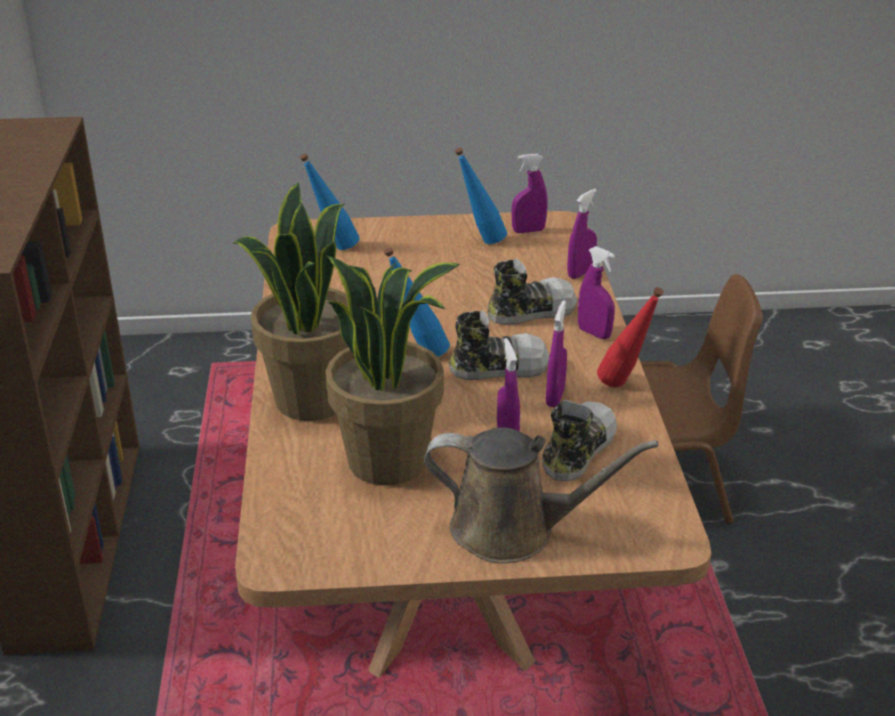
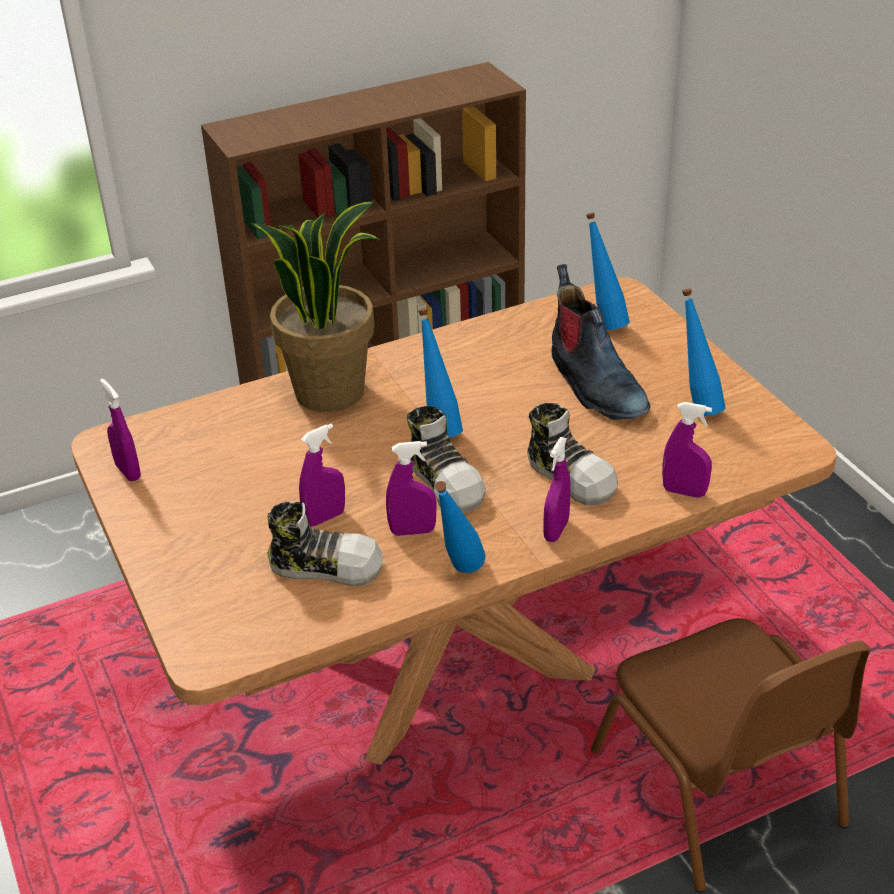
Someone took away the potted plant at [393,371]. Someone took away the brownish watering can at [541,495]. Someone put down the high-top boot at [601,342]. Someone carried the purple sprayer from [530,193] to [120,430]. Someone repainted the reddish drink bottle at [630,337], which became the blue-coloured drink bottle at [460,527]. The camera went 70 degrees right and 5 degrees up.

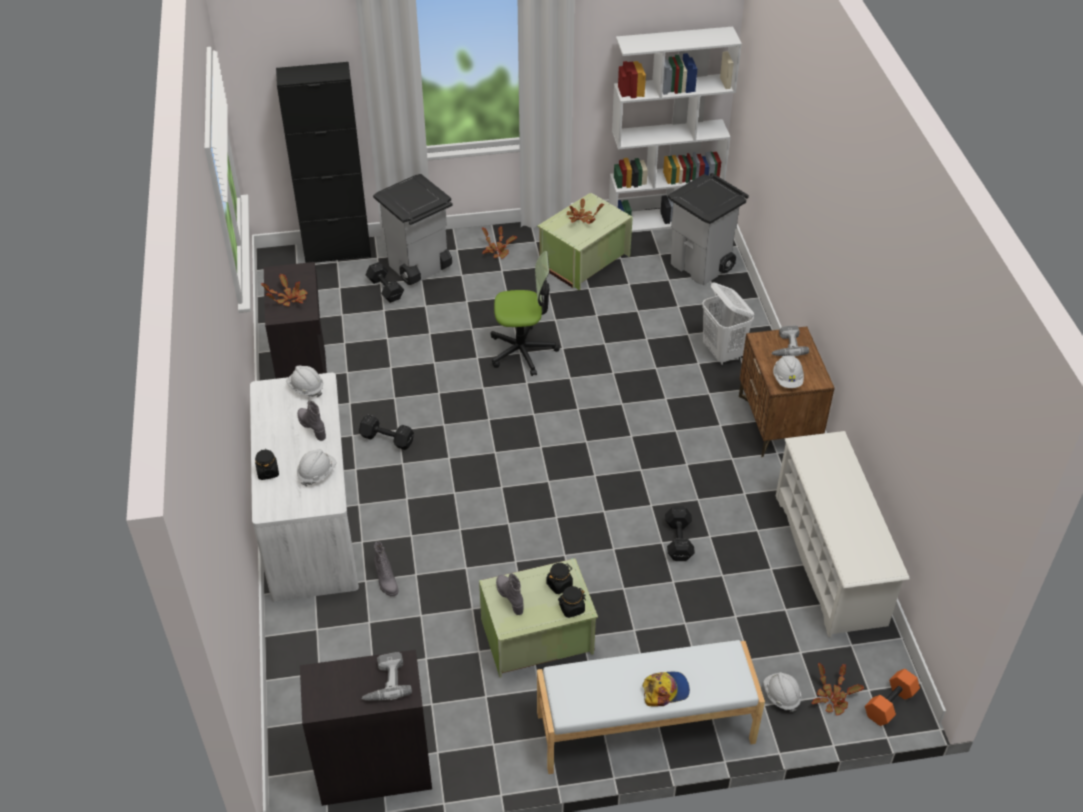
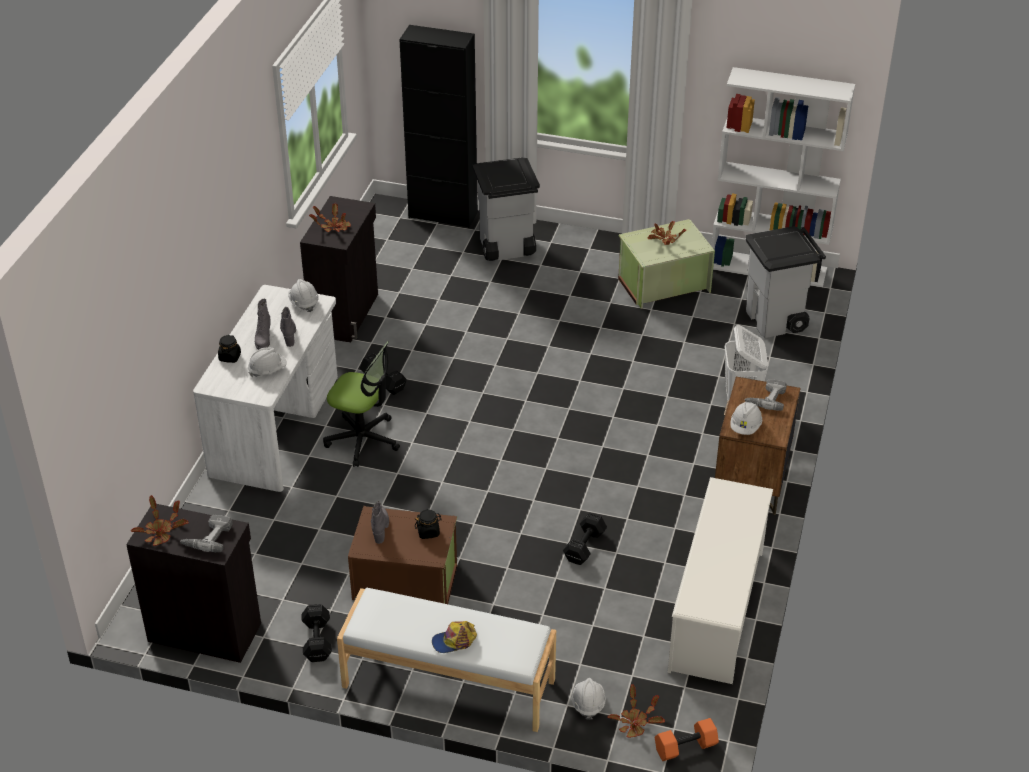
Someone took away the black preserve jar at [572,602]. Someone carried the black free weight from [384,282] to [316,633]. Someone carried the gray high-top boot from [386,569] to [263,324]. Someone carried the potted plant from [500,242] to [160,520]. Someone carried the desk chair from [525,313] to [361,404]. Someone repainted the green-coloured storage container at [538,618], which became the brownish storage container at [402,555]. Someone rotated the cap at [666,689] by 150 degrees clockwise. The camera went 25 degrees right and 5 degrees down.

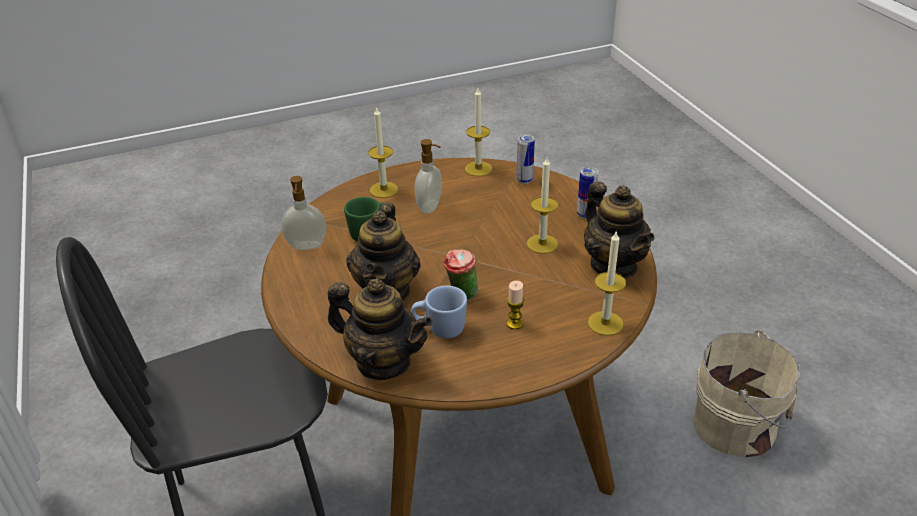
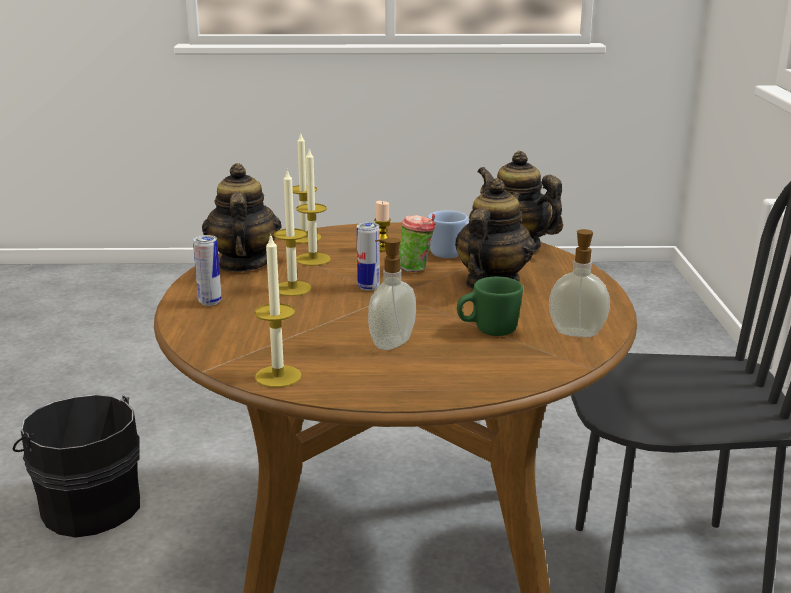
Someone carried the wax light from [383,152] to [313,206]. Someone carried the sealed can from [525,159] to [368,256]. Someone repainted the beige pail at [747,393], which became the black pail at [76,466]. The camera went 160 degrees left and 15 degrees down.

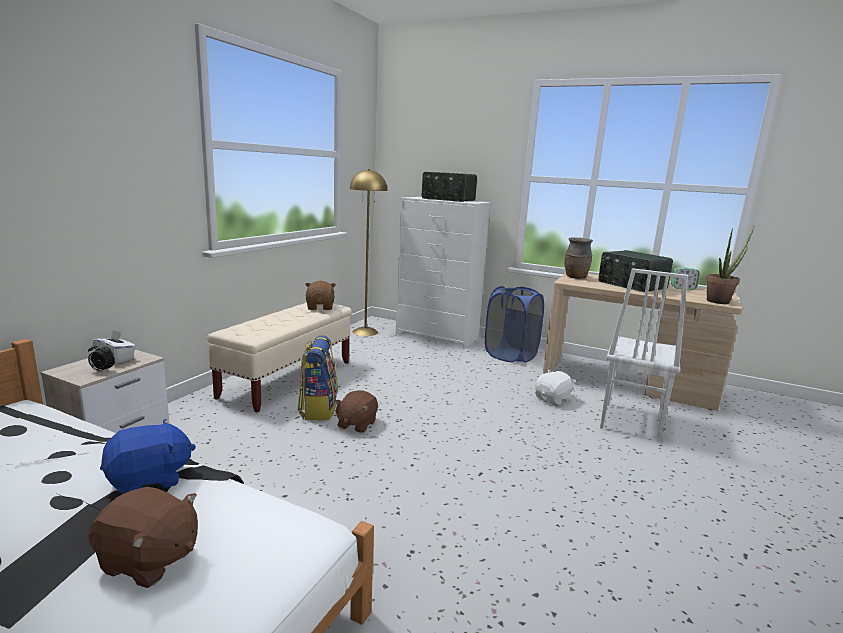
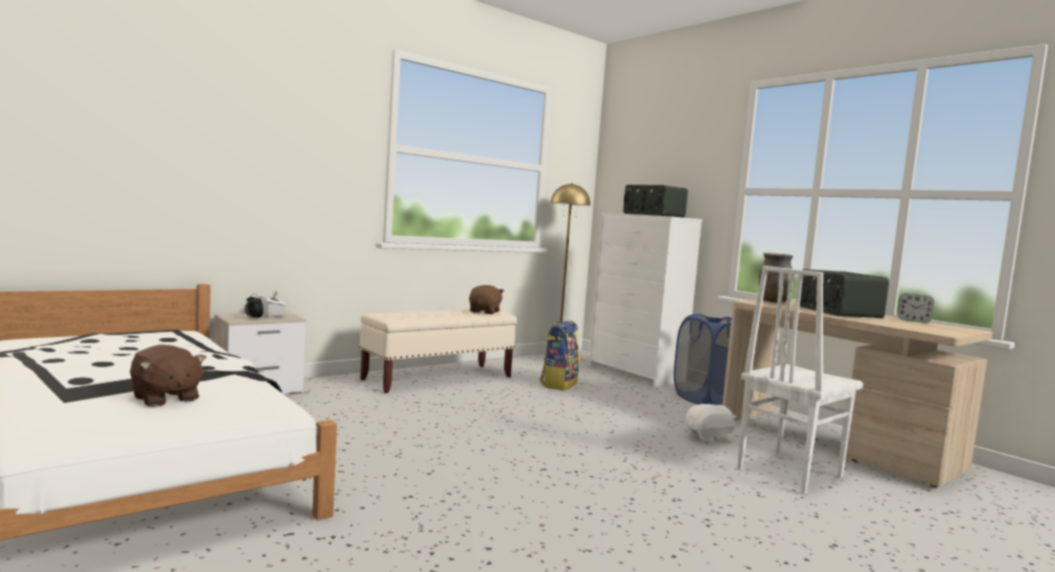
Someone took away the blue-coloured cuddly toy at [148,456]. Someone took away the brownish cuddly toy at [356,411]. Someone took away the potted plant at [730,264]. Someone carried the rucksack from [318,377] to [559,356]. The camera went 25 degrees right and 10 degrees down.

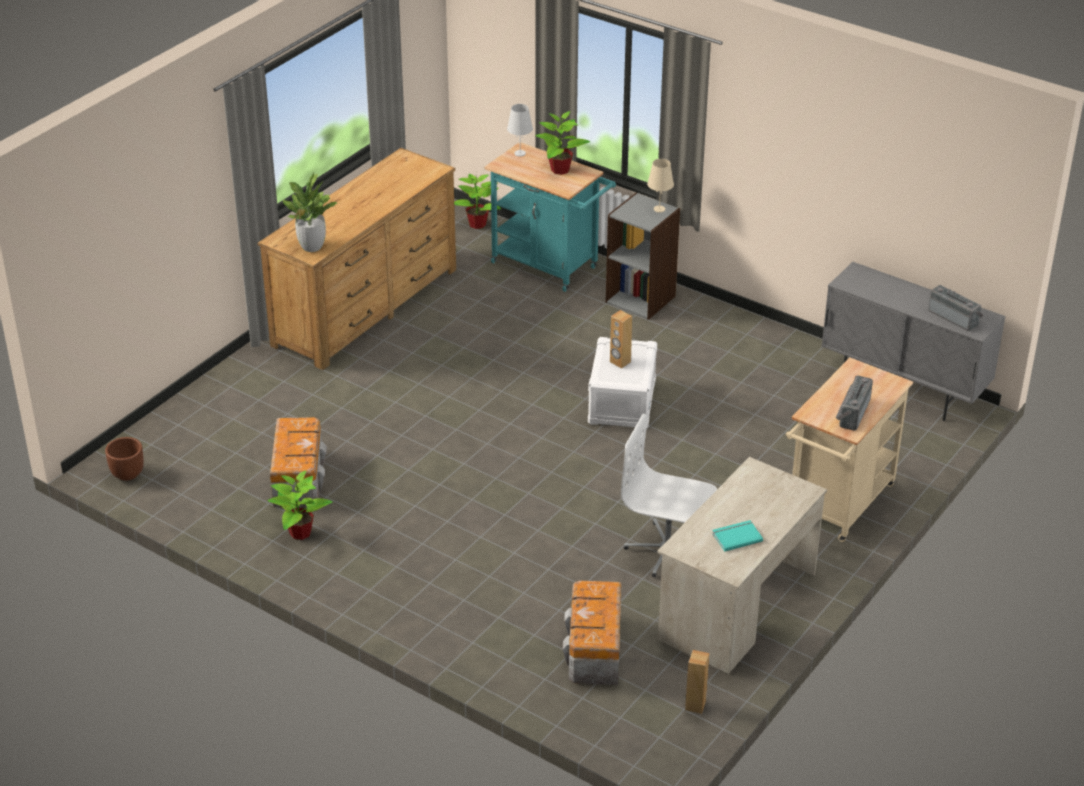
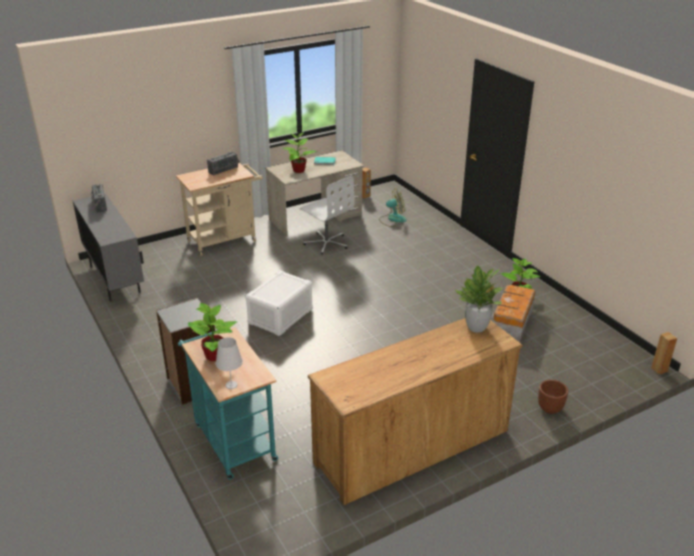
Someone took away the beige table lamp at [660,186]. Someone carried the brownish flower pot from [124,459] to [553,397]. Someone carried the potted plant from [477,201] to [300,152]. Someone carried the brownish speaker from [621,339] to [664,353]. Someone swapped the storage container at [591,633] for the cooling fan at [393,208]. The camera went 155 degrees left and 5 degrees down.

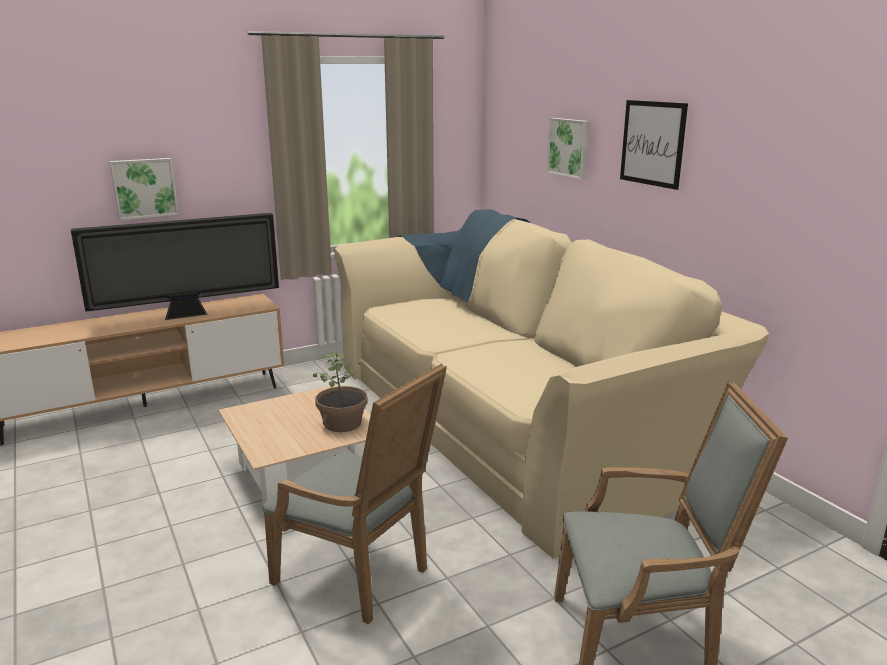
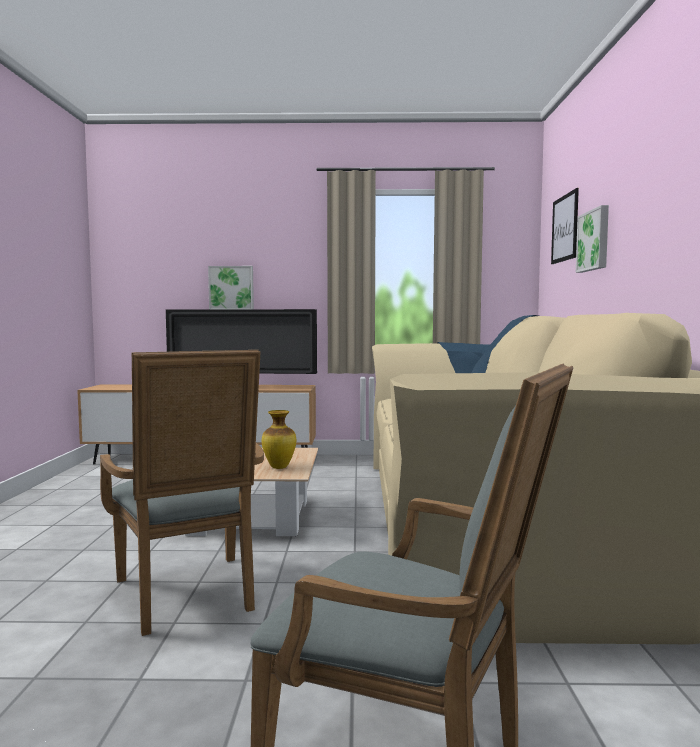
Someone carried the wall picture from [654,145] to [565,226]. Someone swapped the potted plant at [340,392] for the flower vase at [279,439]. The camera went 30 degrees right and 15 degrees down.

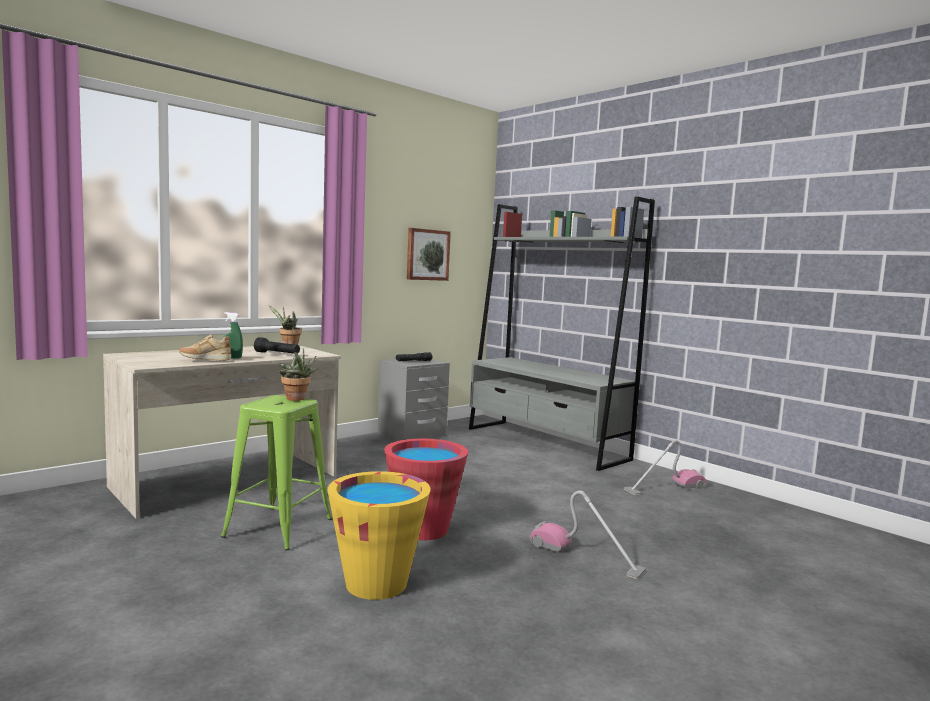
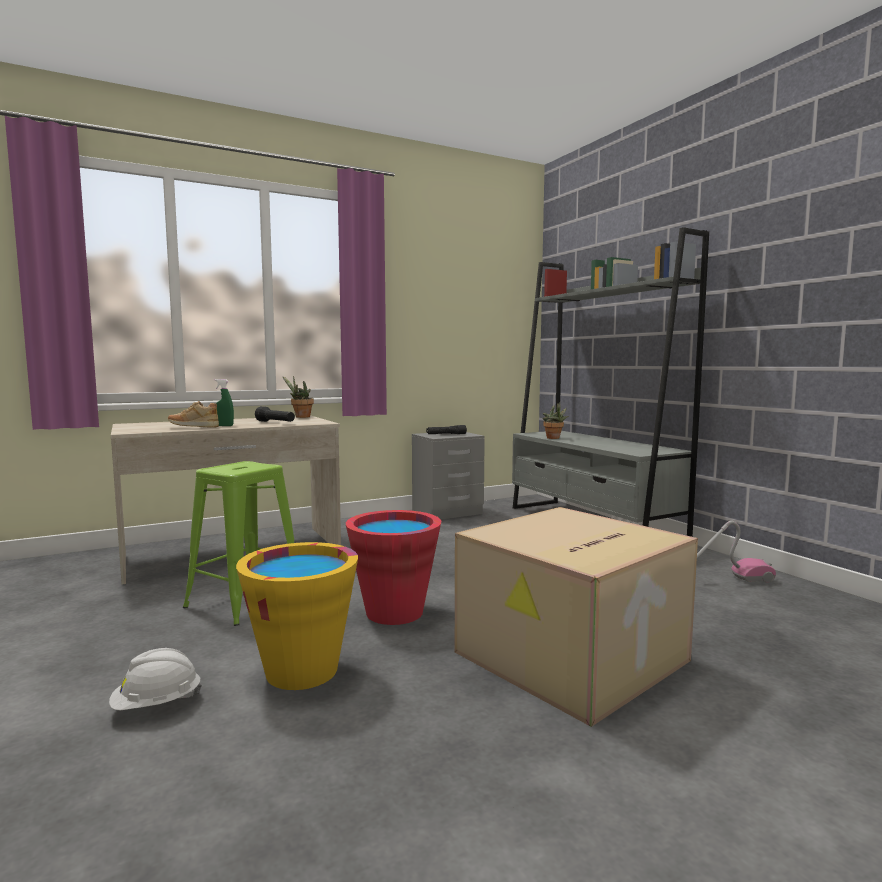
Someone took away the wall picture at [429,254]. Someone put down the whitish work helmet at [155,679]. Someone carried the potted plant from [298,374] to [555,420]. Someone swapped the vacuum at [588,534] for the cardboard box at [576,617]. The camera went 15 degrees right and 0 degrees up.

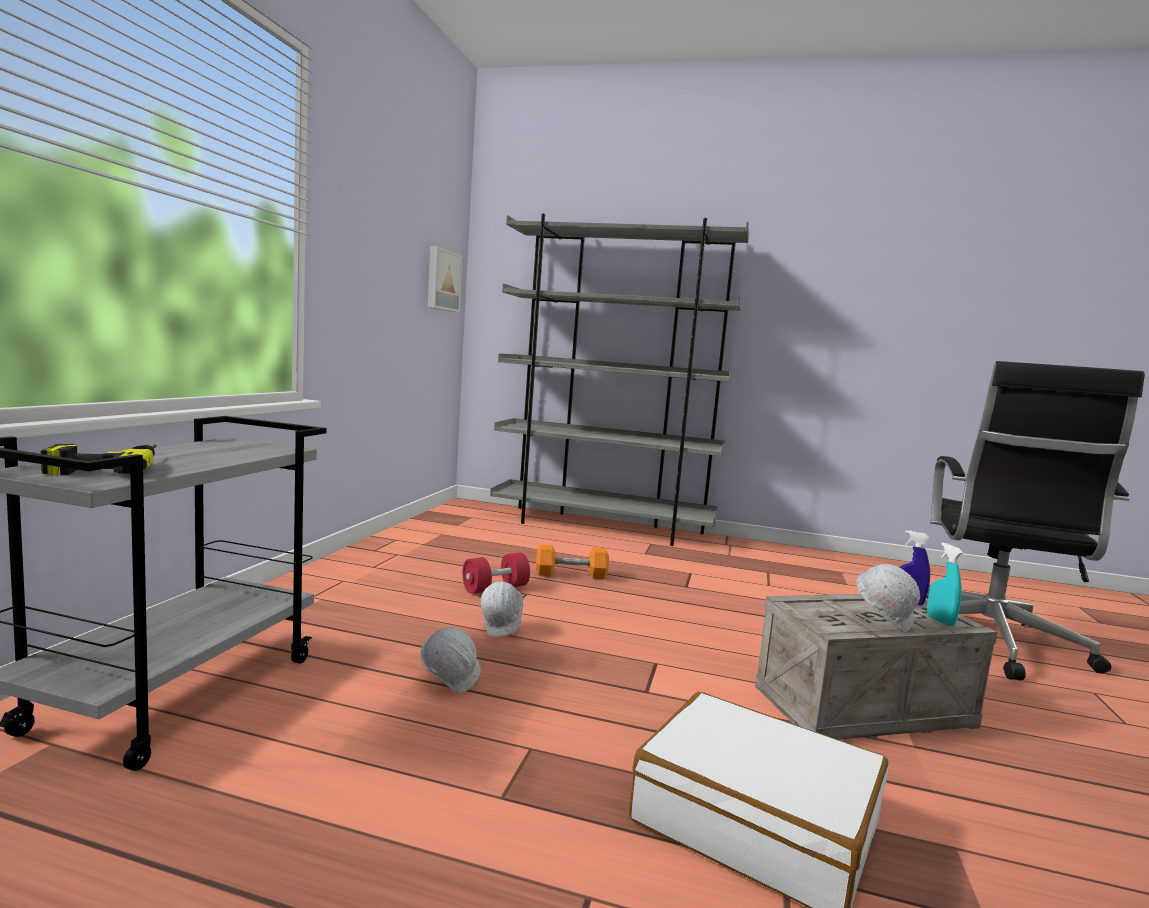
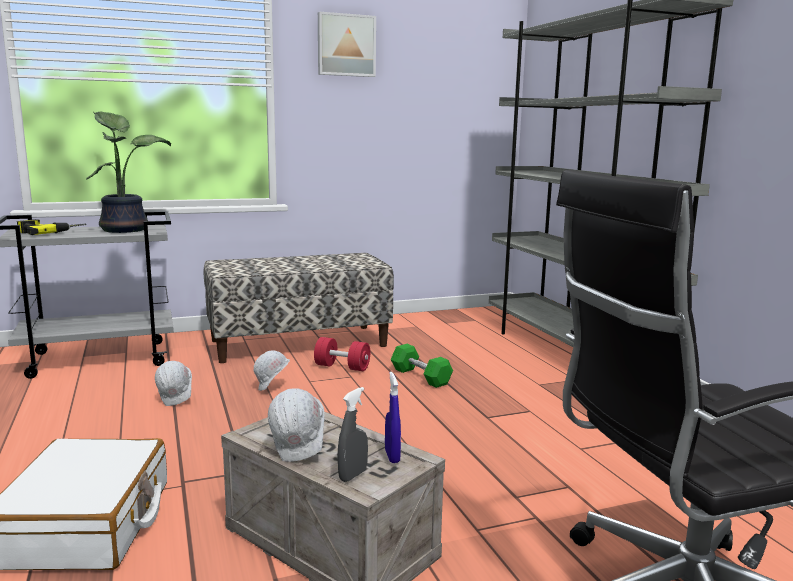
Someone put down the potted plant at [128,172]. Someone put down the long seat at [299,308]. Someone carried the wall picture from [445,279] to [347,44]. Someone repainted the orange-coloured free weight at [572,562], which became the green-coloured free weight at [422,366]. Someone repainted the turquoise-coloured sprayer at [945,584], which became the gray sprayer at [353,434]. The camera went 55 degrees right and 5 degrees up.

